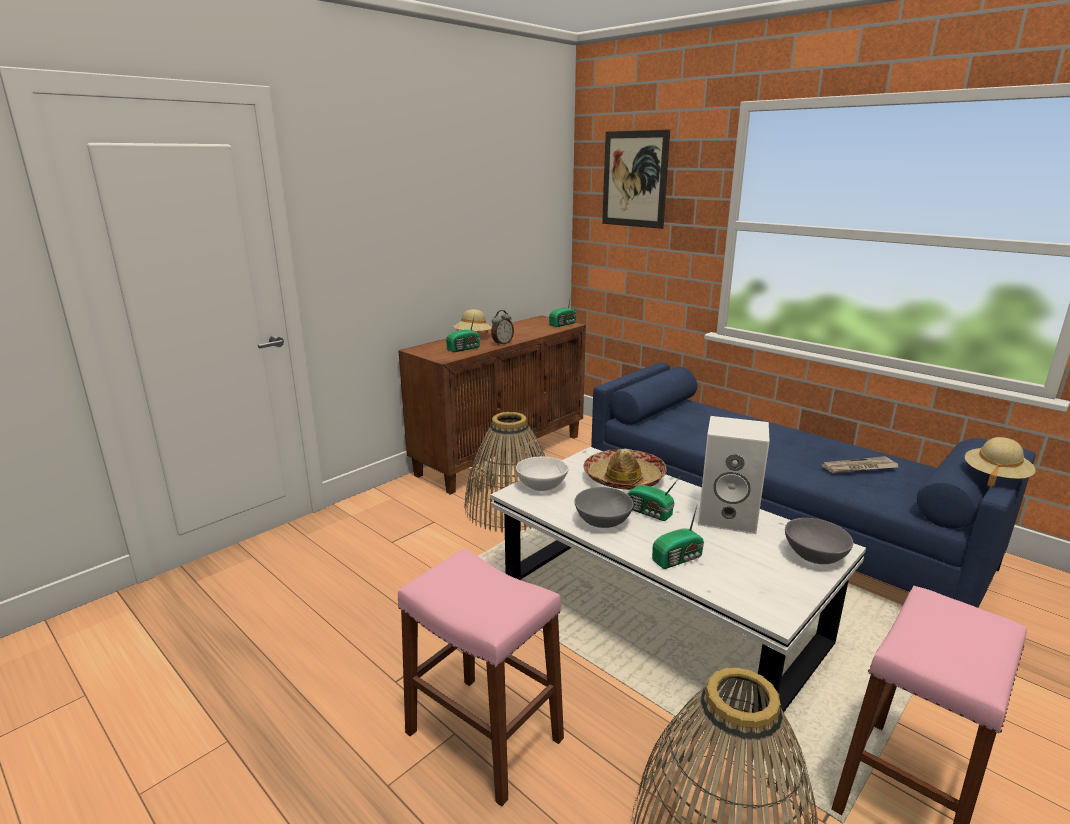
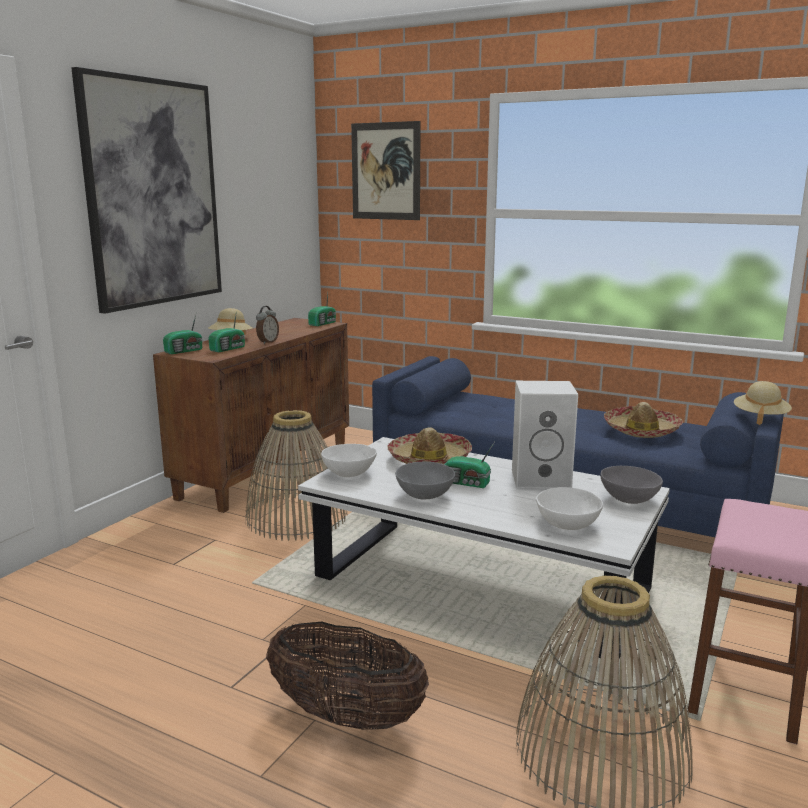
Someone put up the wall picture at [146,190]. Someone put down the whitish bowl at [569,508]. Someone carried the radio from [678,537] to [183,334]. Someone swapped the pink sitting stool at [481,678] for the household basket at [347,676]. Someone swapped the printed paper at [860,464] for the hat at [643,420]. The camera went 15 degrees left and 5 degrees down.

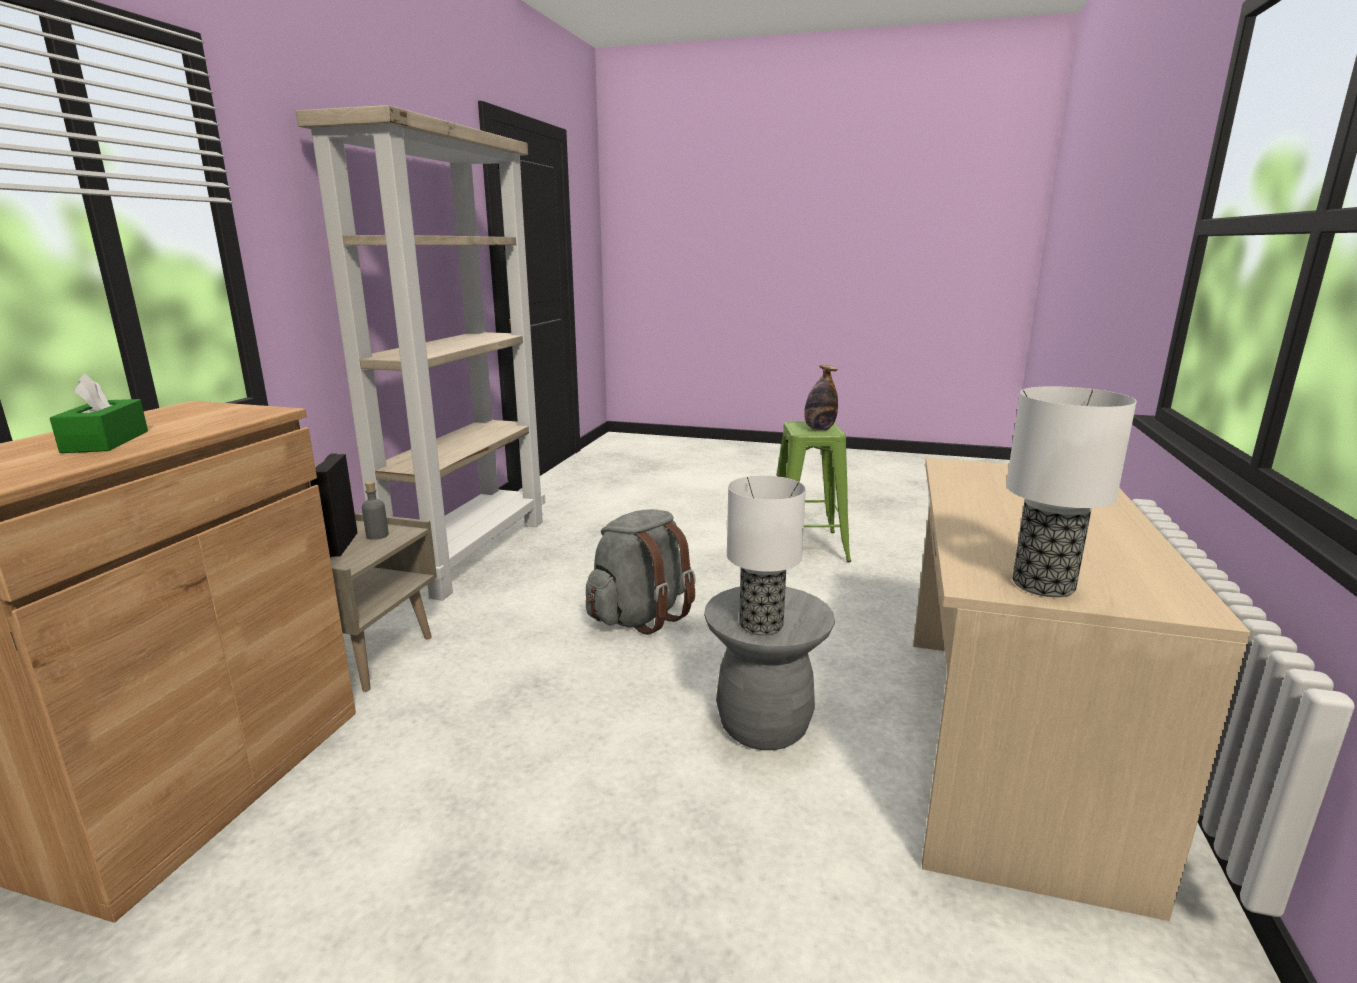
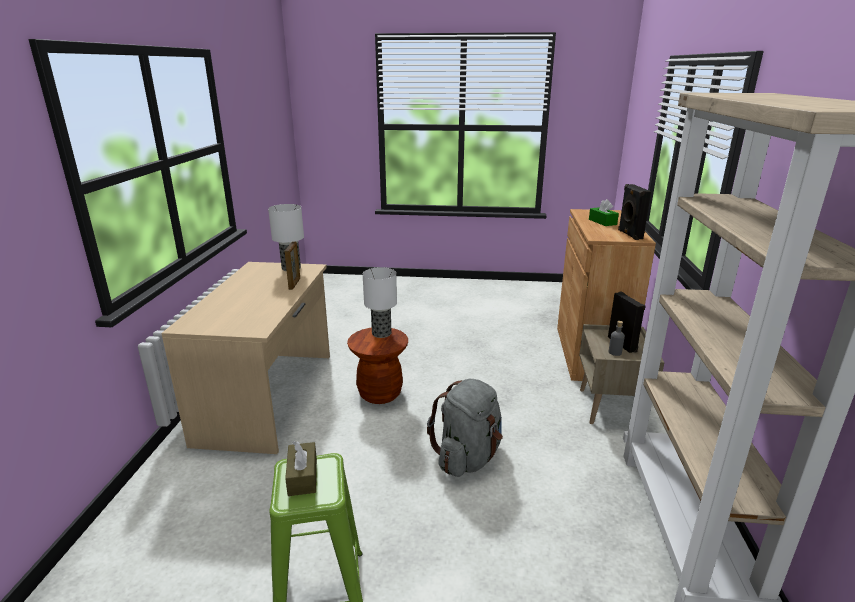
Someone put down the photo frame at [292,265]. Someone put down the black speaker at [634,212]. Someone swapped the drink bottle at [821,397] for the brownish box of tissues at [301,468]. Someone repainted the gray sitting stool at [769,668], which became the brownish sitting stool at [377,365]. The camera went 170 degrees right and 5 degrees up.

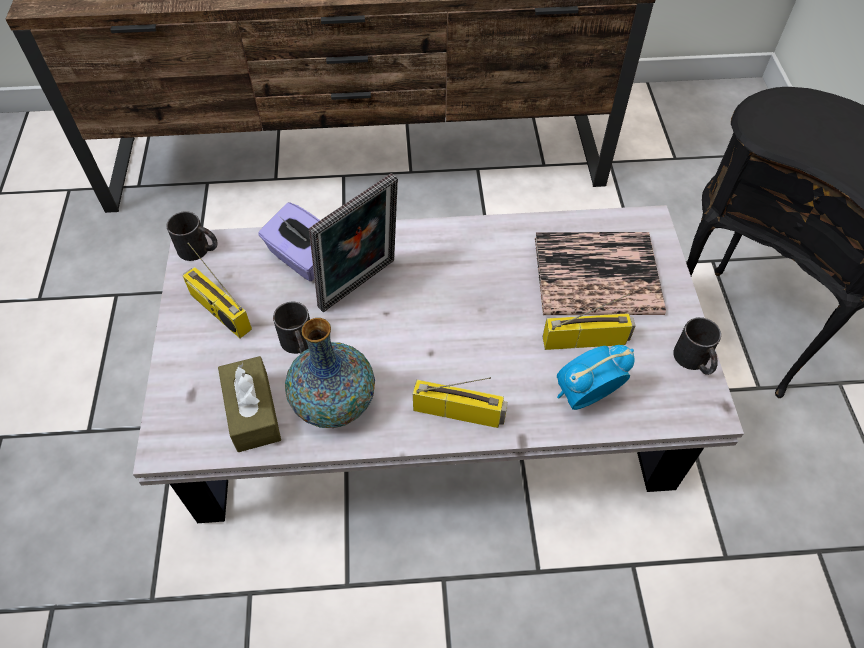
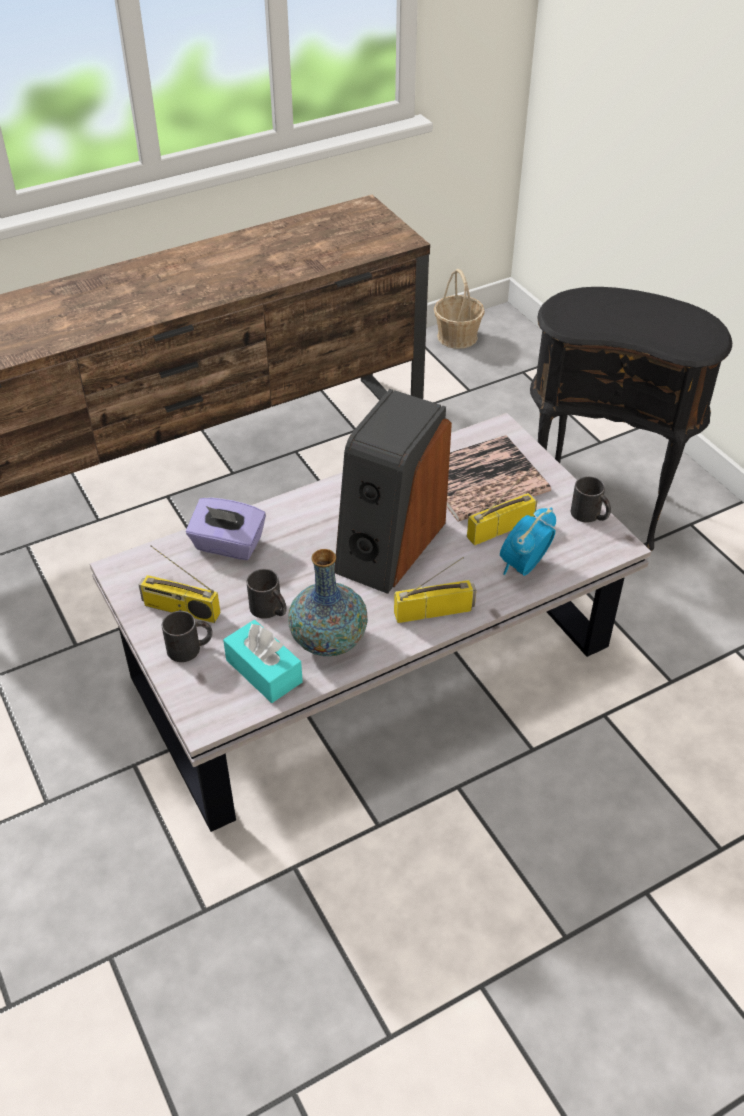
Someone took away the photo frame at [353,242]. Someone put down the speaker at [393,491]. Someone put down the household basket at [459,309]. Someone carried the black mug from [192,236] to [187,636]. Someone repainted the brownish box of tissues at [249,404], which became the turquoise-coloured box of tissues at [263,661]. The camera went 25 degrees left and 10 degrees down.

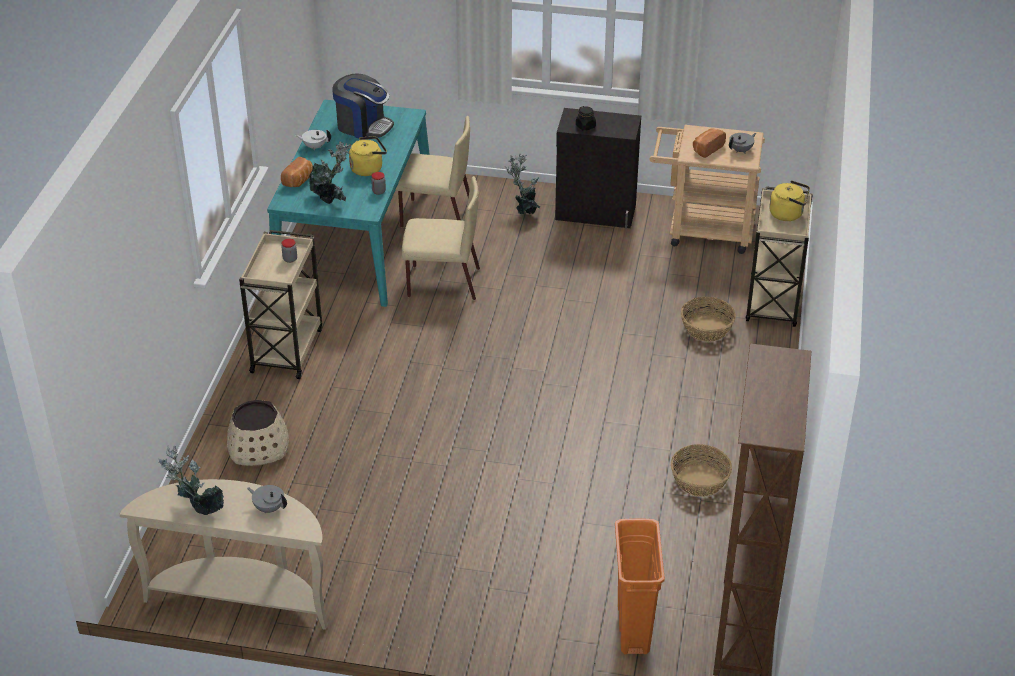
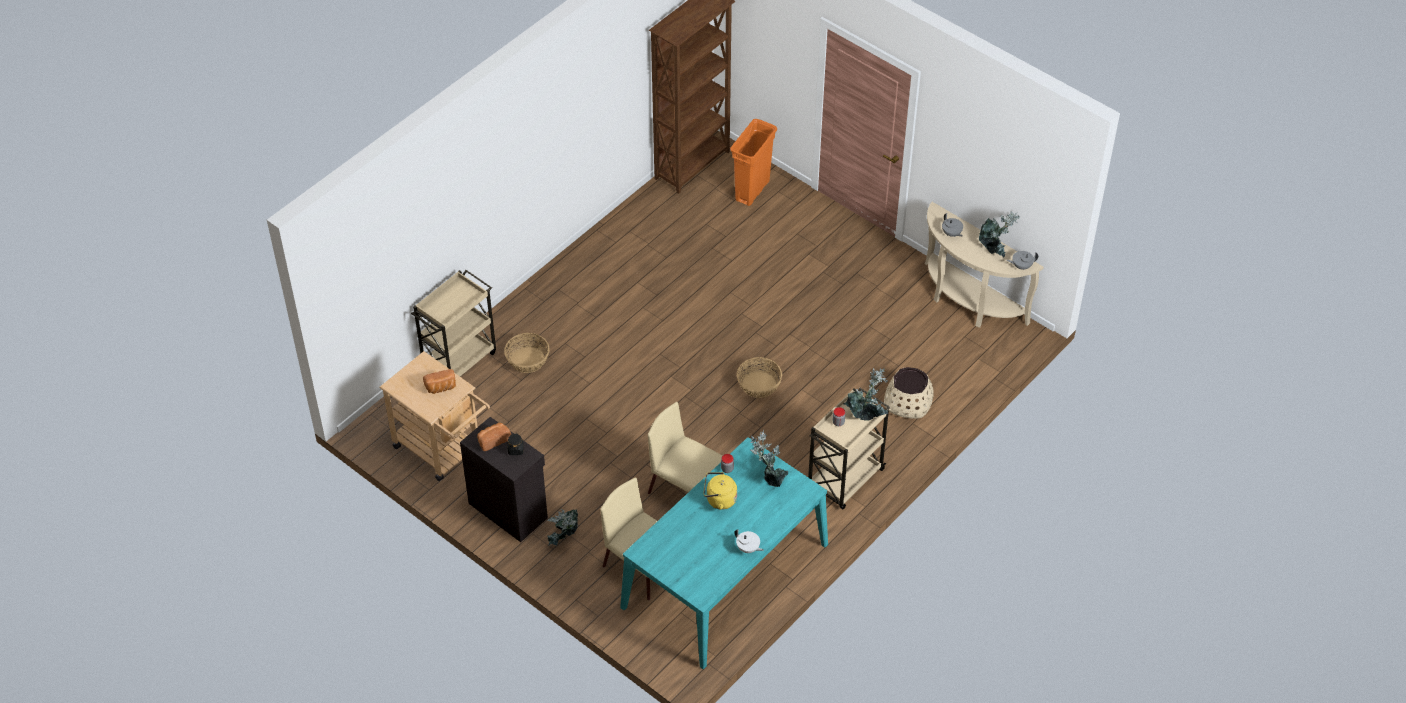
Someone took away the coffee machine at [363,105]. Someone took away the yellow tea kettle at [789,200]. Someone put down the potted plant at [865,394]. Someone carried the baked bread from [297,172] to [494,437]. Someone carried the household basket from [701,470] to [759,377]. Someone carried the gray teapot from [742,143] to [1022,260]. The camera went 150 degrees left and 10 degrees up.

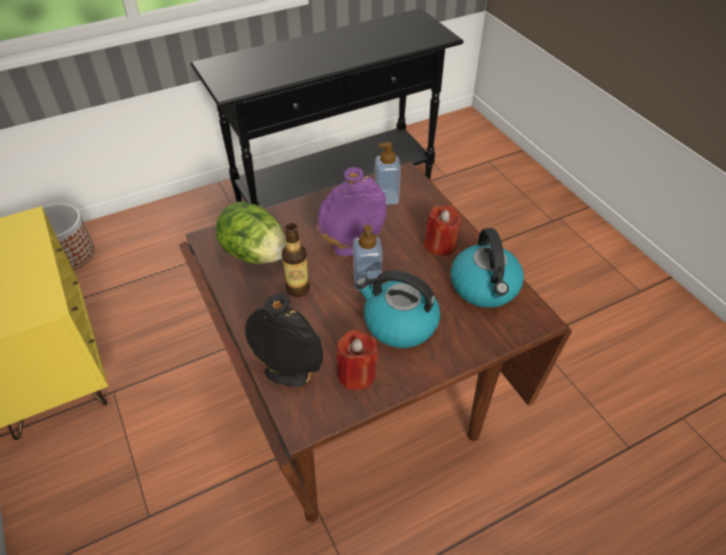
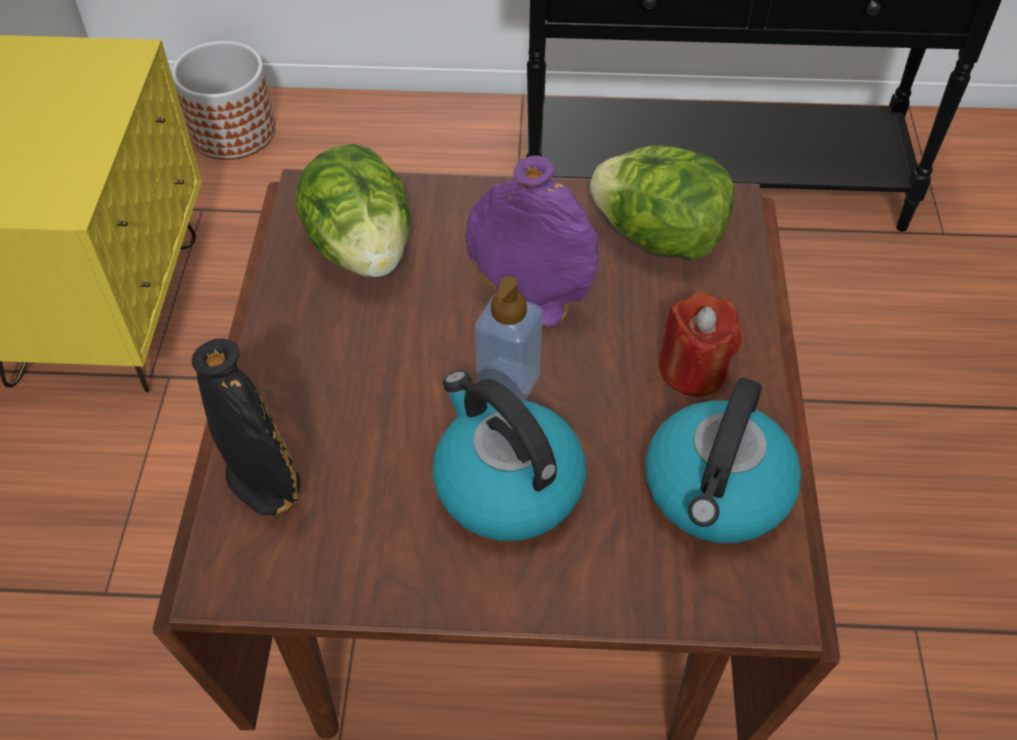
Someone took away the drink bottle at [296,260]. Someone took away the reddish wax light at [357,360]. Someone swapped the soap dispenser at [388,173] for the lettuce head at [662,202]. The camera went 30 degrees right and 5 degrees up.

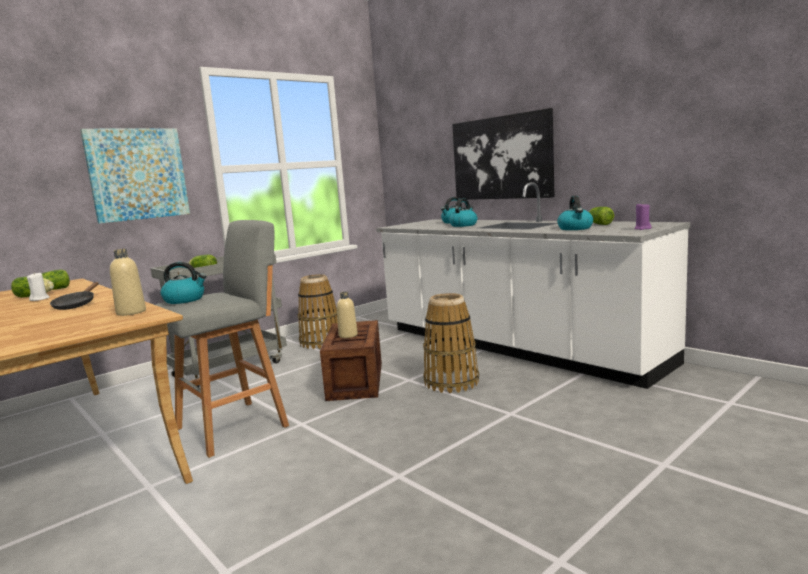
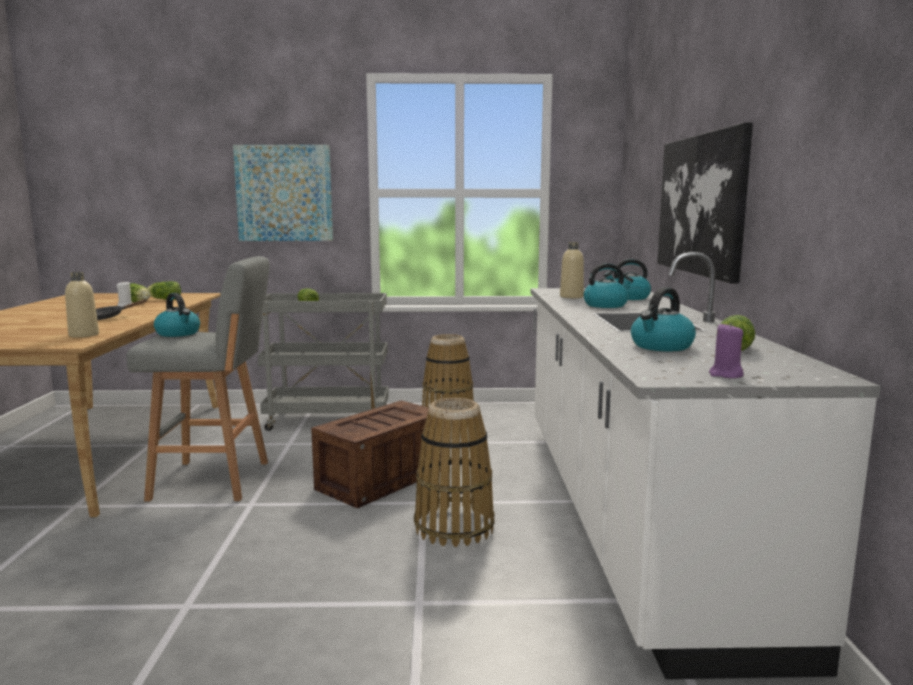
Someone carried the beige drink bottle from [347,315] to [572,270]. The camera went 40 degrees right and 0 degrees up.

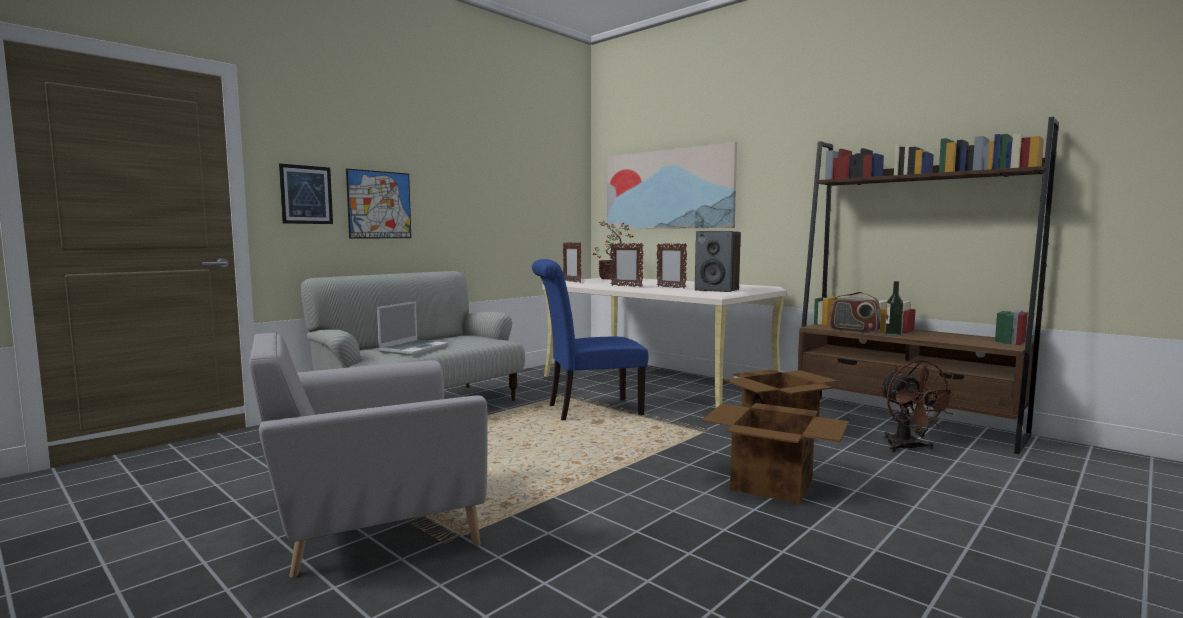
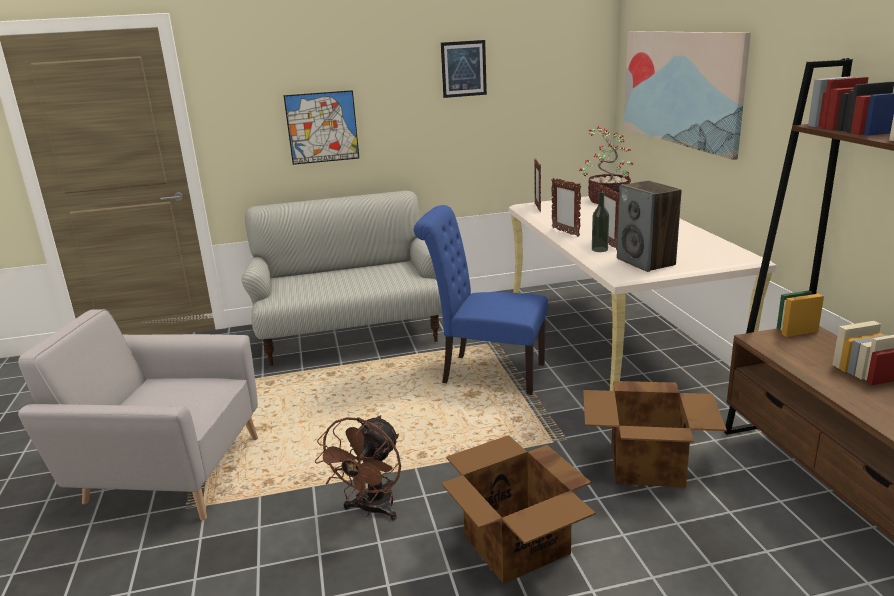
Someone took away the laptop at [413,328]. Someone took away the radio at [855,312]. Someone carried the wall picture from [306,193] to [464,69]. Someone carried the brownish cooling fan from [919,406] to [358,468]. Someone carried the drink bottle from [894,308] to [600,221]. The camera went 35 degrees right and 15 degrees up.

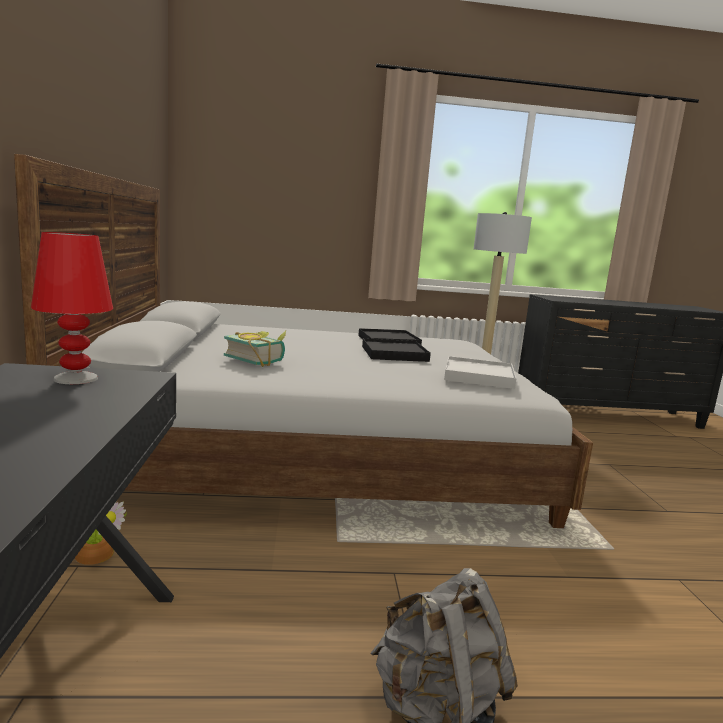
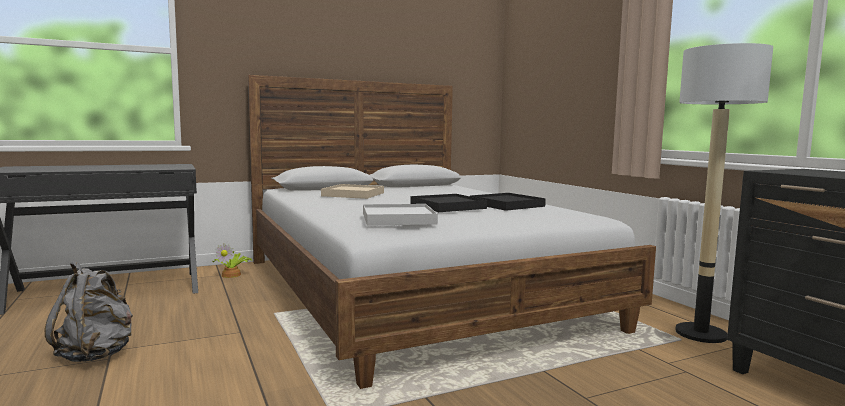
Someone took away the reddish table lamp at [72,308]. Someone swapped the volume at [255,348] for the beige serving tray at [352,191]. The camera went 70 degrees right and 5 degrees down.

